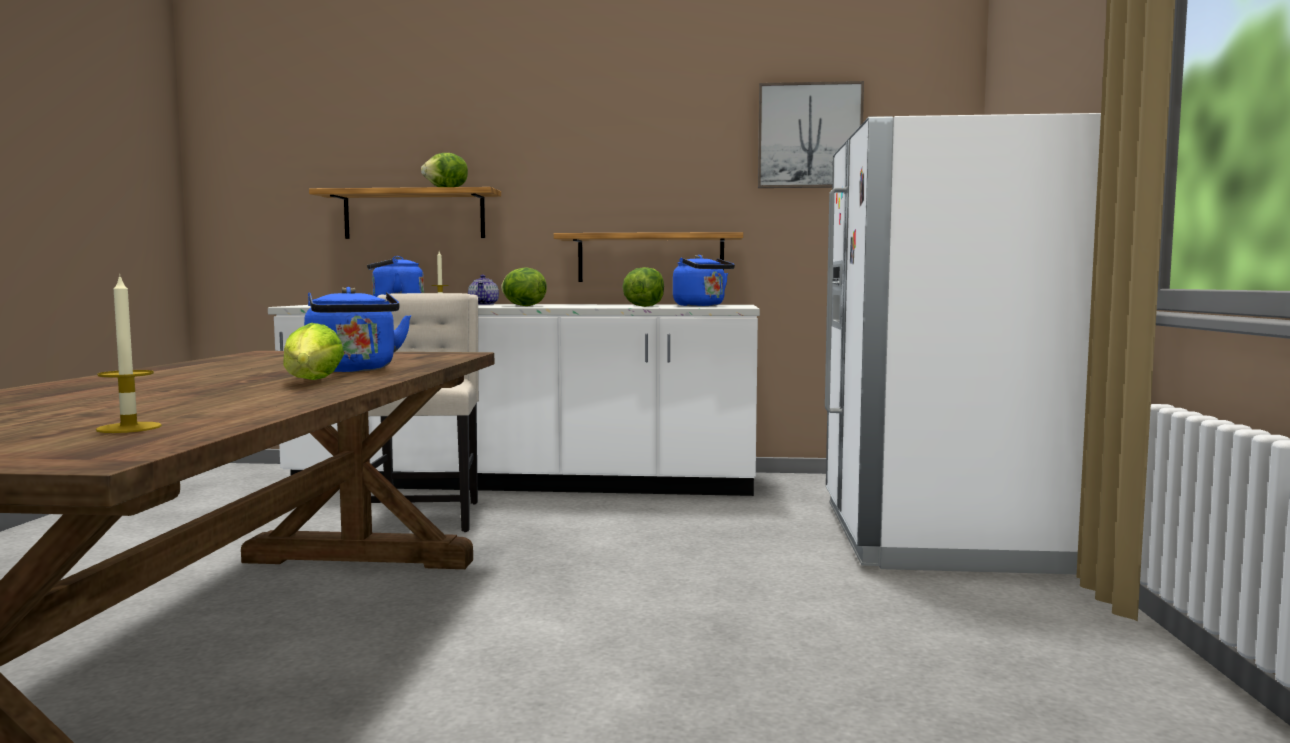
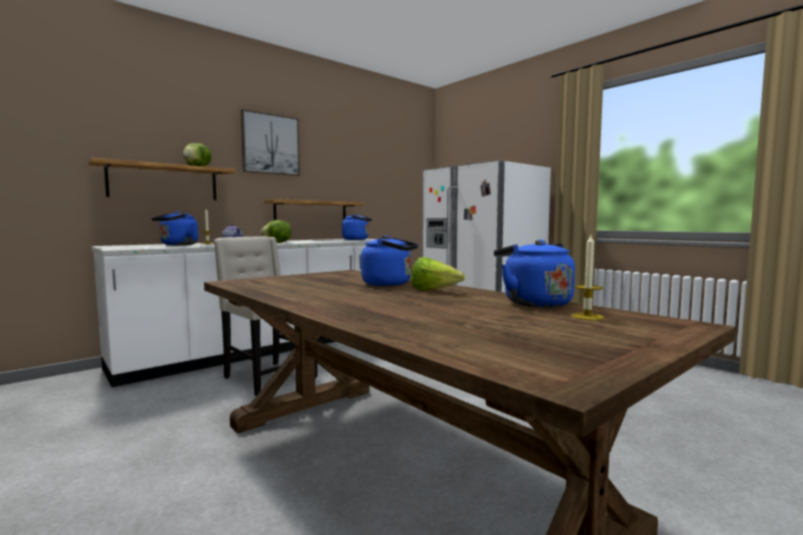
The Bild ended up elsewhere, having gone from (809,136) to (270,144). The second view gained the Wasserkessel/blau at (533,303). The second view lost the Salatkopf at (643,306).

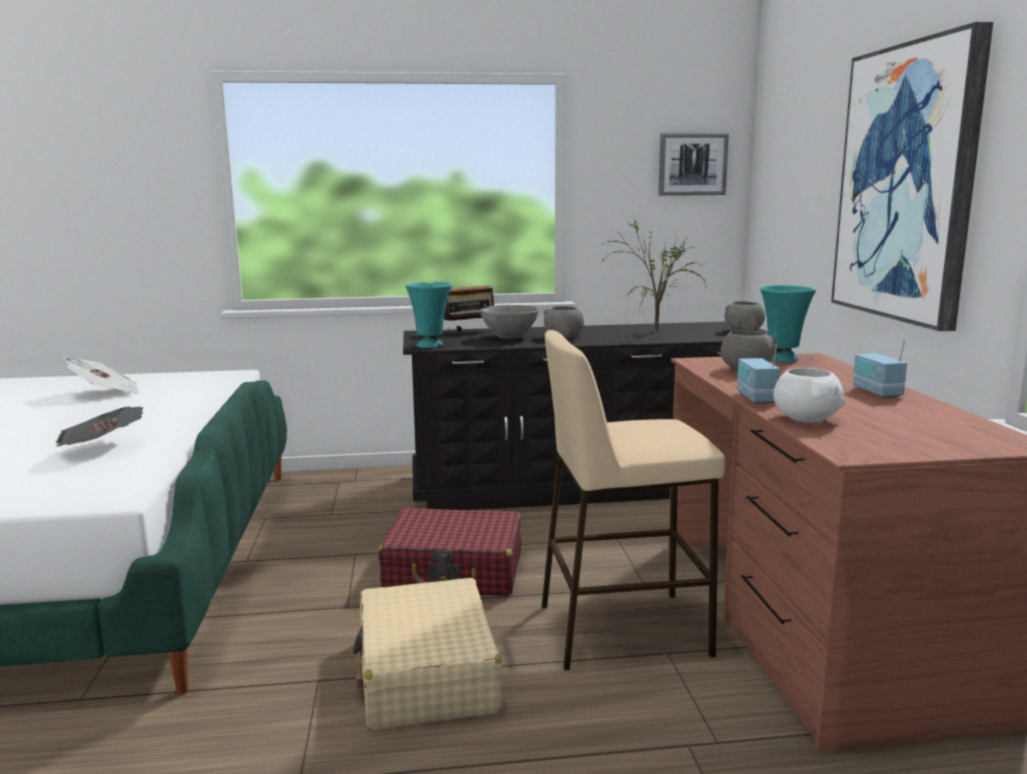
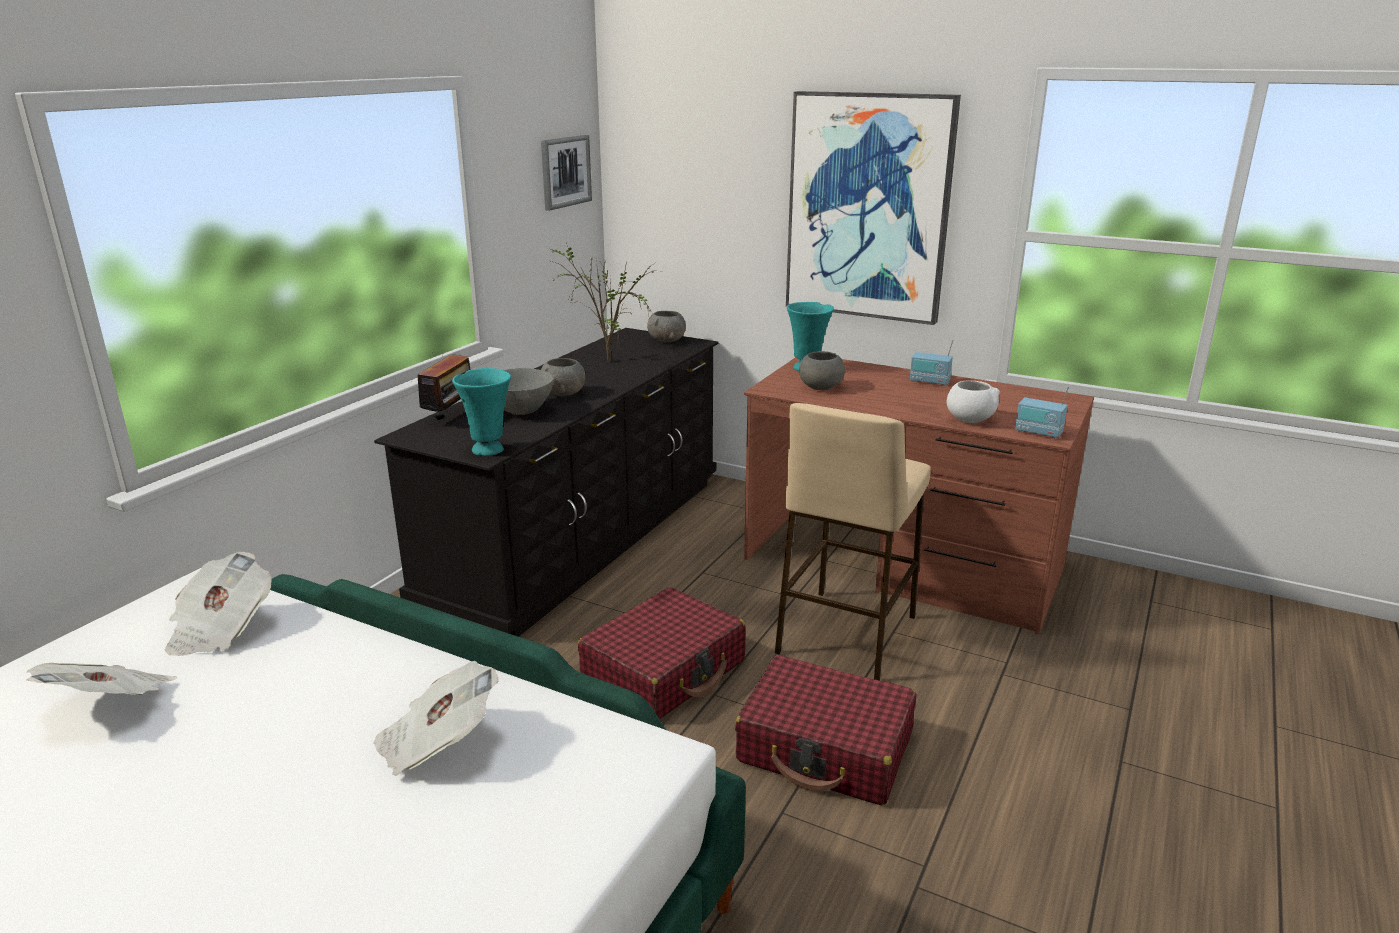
The second view gained the Zeitung at (220,629). What was the Koffer/beige at (427,674) turned into the Koffer/rot at (825,748). The Radio ended up elsewhere, having gone from (755,398) to (1038,432).

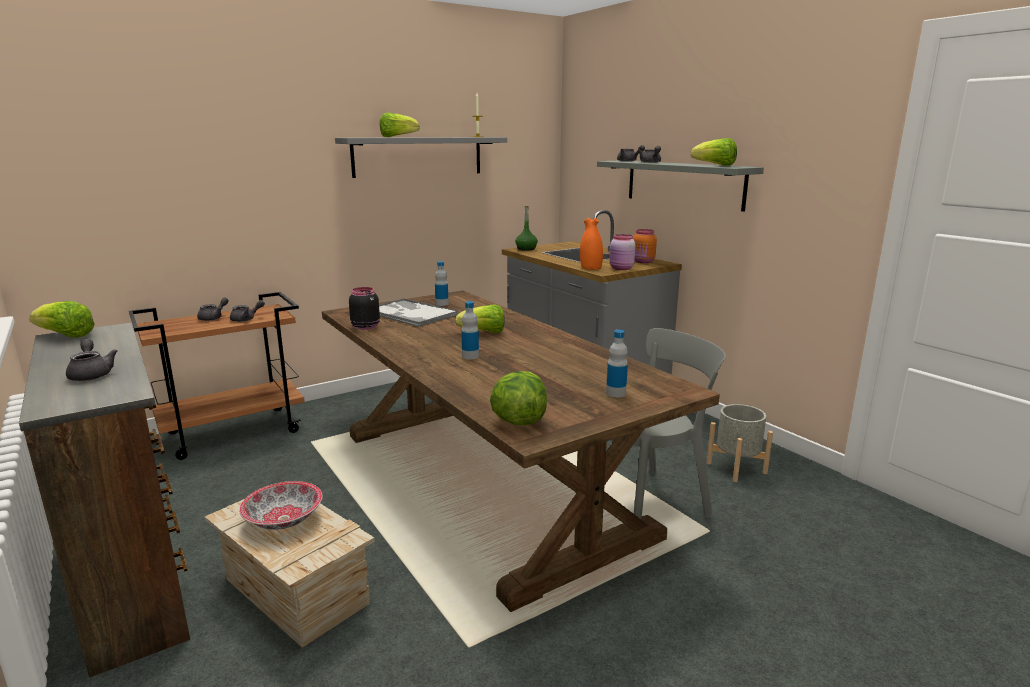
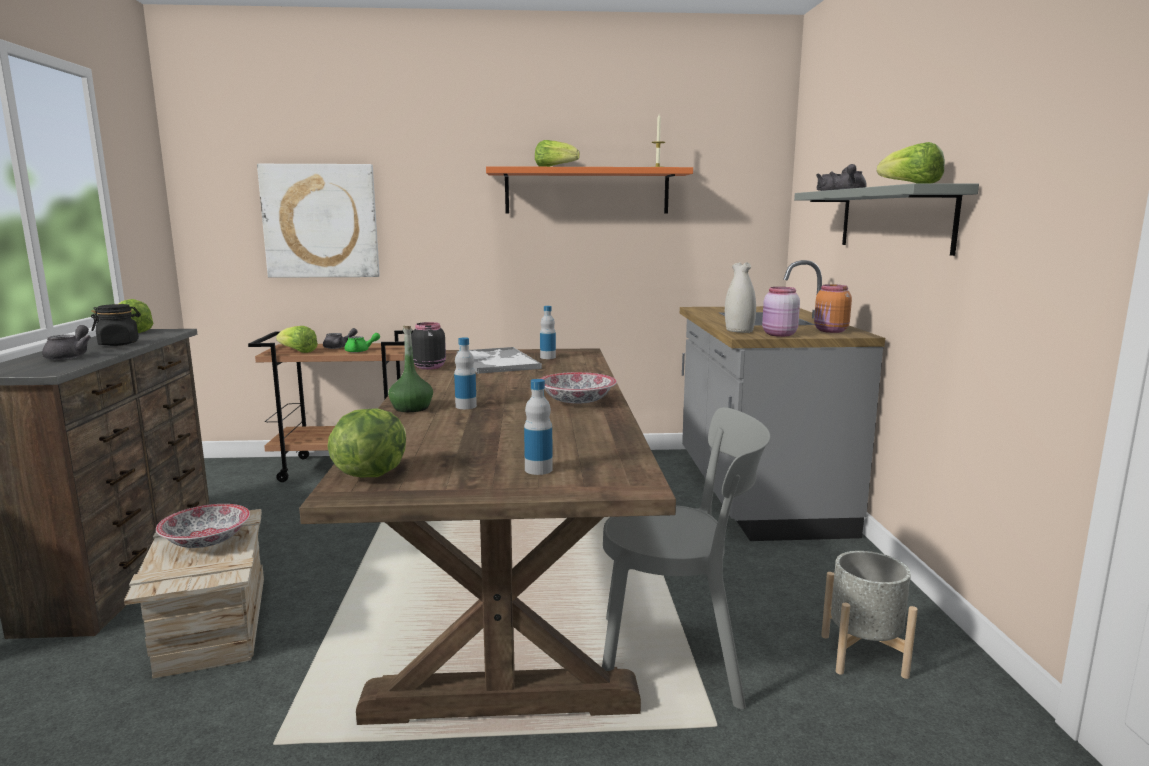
The second view gained the Vorratsglas/schwarz at (119,344). The second view gained the Bild at (320,221). The Salatkopf ended up elsewhere, having gone from (483,332) to (297,351). What was the Teekanne/grau at (246,319) turned into the Teekanne/grün at (360,351). The Flasche/grün ended up elsewhere, having gone from (526,249) to (411,408). What was the Wandregal/grau at (418,156) turned into the Wandregal/orange at (587,191). The second view gained the Schüssel at (576,401). What was the Vase/orange at (590,268) turned into the Vase/weiß at (739,330).

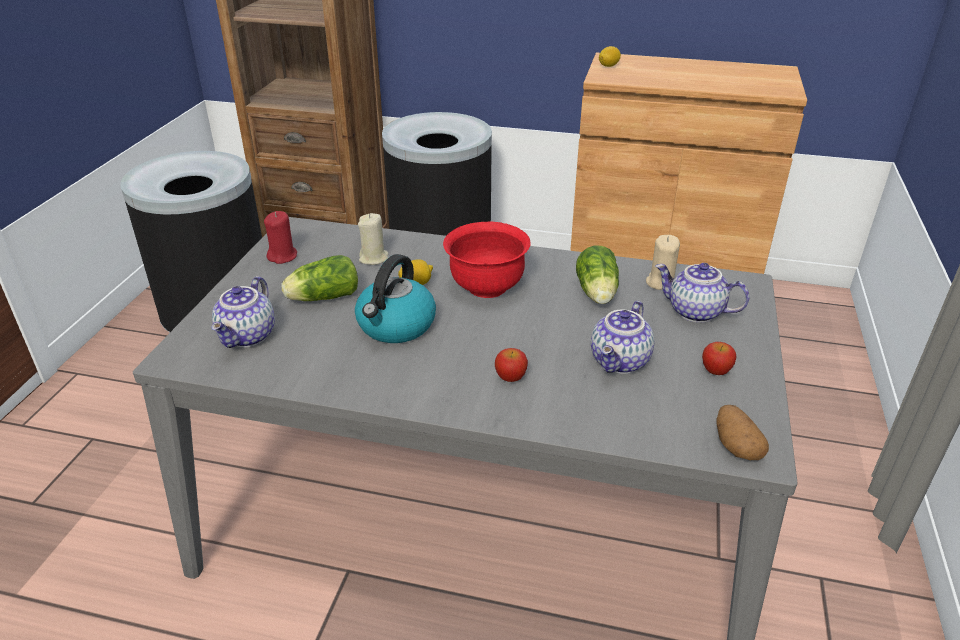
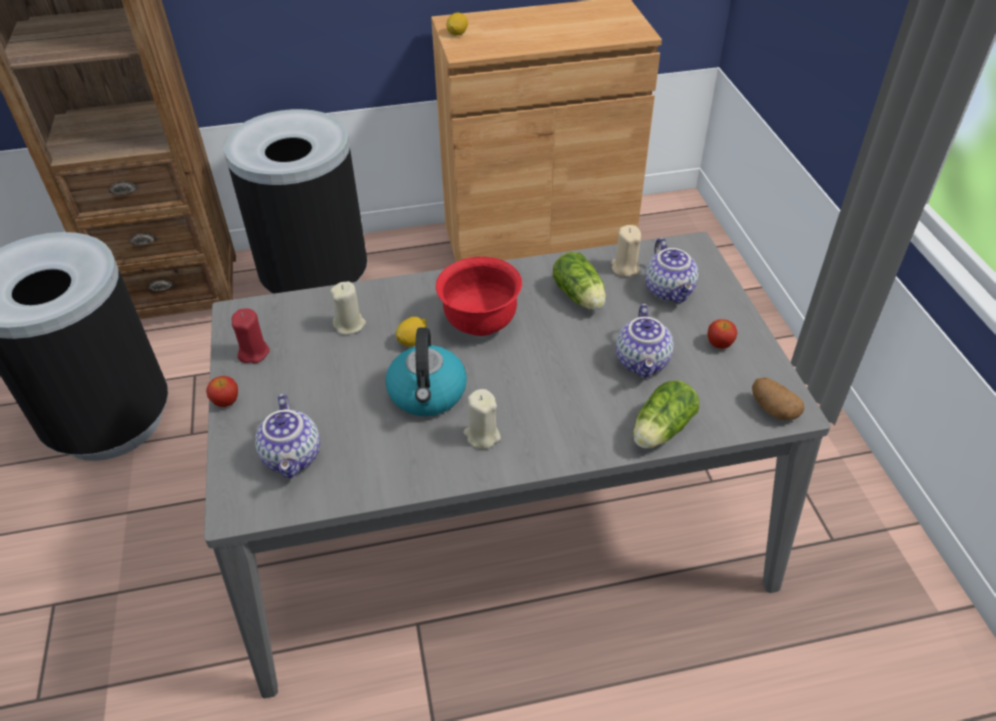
The Apfel ended up elsewhere, having gone from (511,377) to (226,401). The second view gained the Kerze/beige at (482,435). The Salatkopf ended up elsewhere, having gone from (321,298) to (660,431). The Teekanne at (694,312) ended up facing another way, 105 degrees counterclockwise from before.

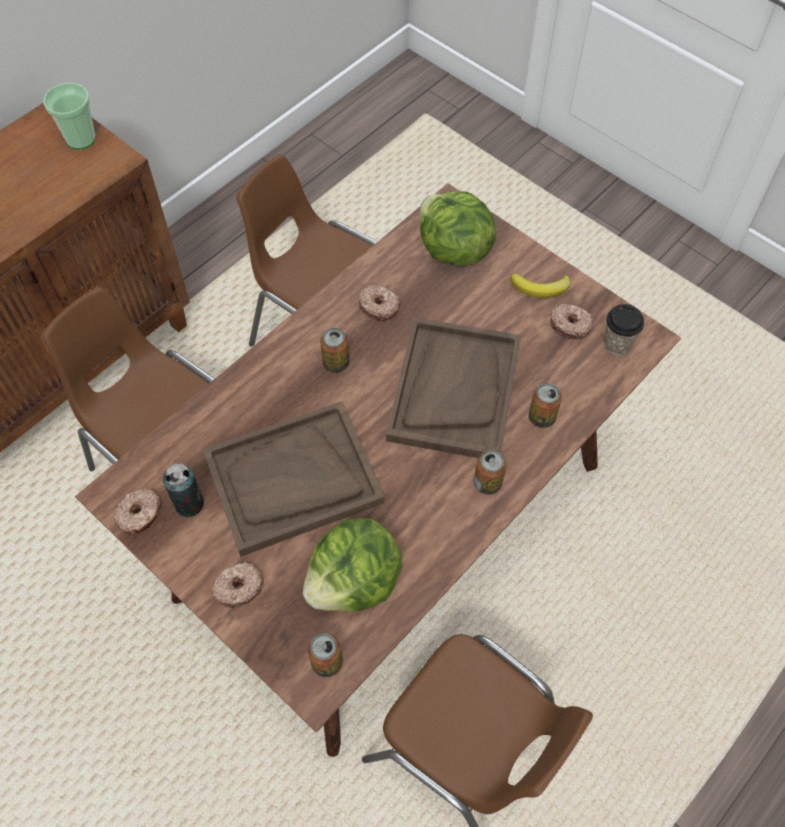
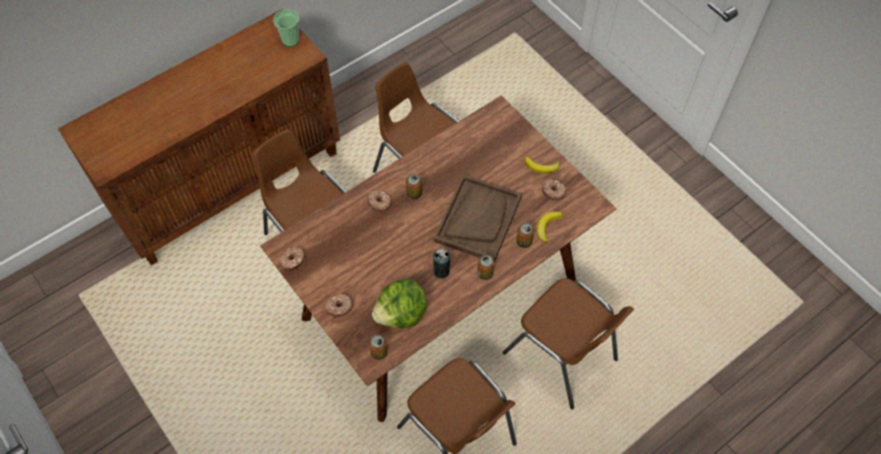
The Donut ended up elsewhere, having gone from (379,306) to (379,202). The Dose ended up elsewhere, having gone from (189,504) to (441,271). The second view gained the Stuhl/braun at (561,356). The second view gained the Banane at (547,226). The second view lost the Tablett/braun at (293,480). The second view lost the Salatkopf at (453,250). The second view lost the Tasse at (617,343).

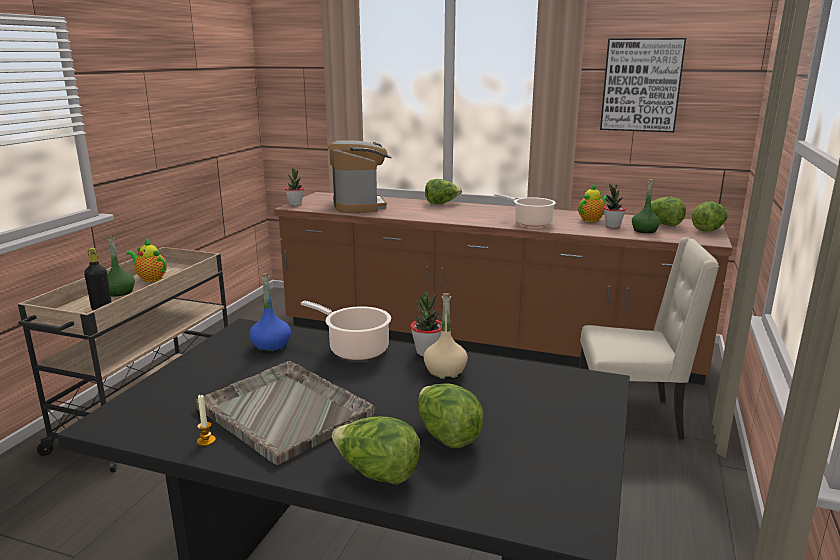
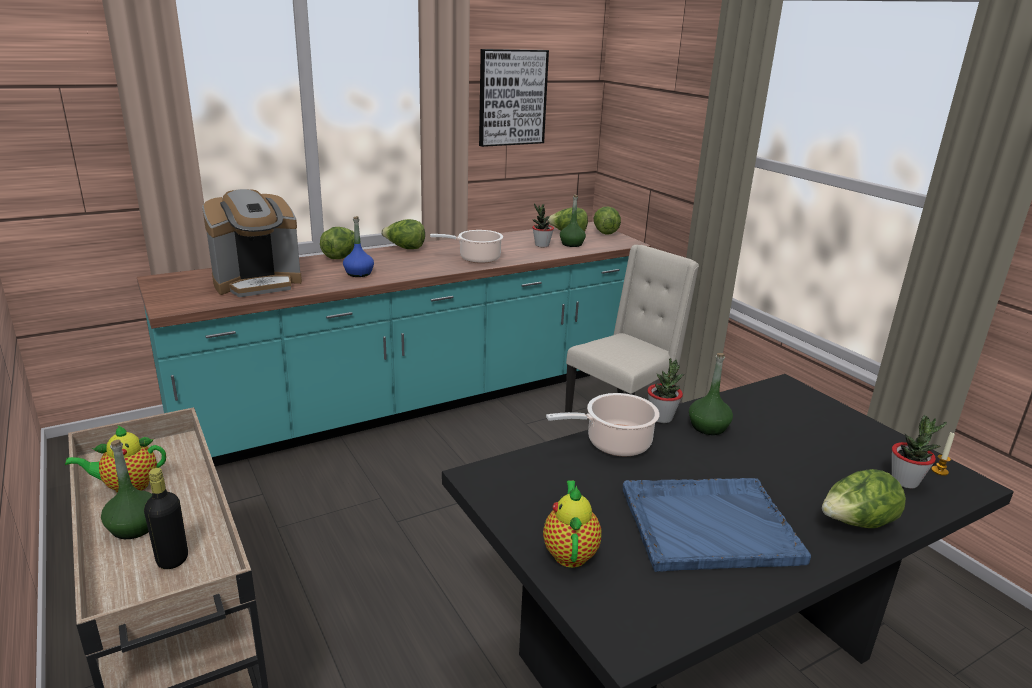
What was the Küchenzeile/braun at (484,342) turned into the Küchenzeile/türkis at (423,400). The Kaffeemaschine at (359,206) ended up facing another way, 120 degrees clockwise from before. The Flasche/blau ended up elsewhere, having gone from (271,346) to (359,273). The Salatkopf ended up elsewhere, having gone from (447,436) to (404,248). The Teekanne ended up elsewhere, having gone from (591,220) to (570,552). What was the Tablett/grau at (284,411) turned into the Tablett/blau at (707,525). What was the Flasche/beige at (445,371) turned into the Flasche/grün at (708,427). The Topfpflanze ended up elsewhere, having gone from (295,204) to (905,481). The Kerze ended up elsewhere, having gone from (206,441) to (939,471).

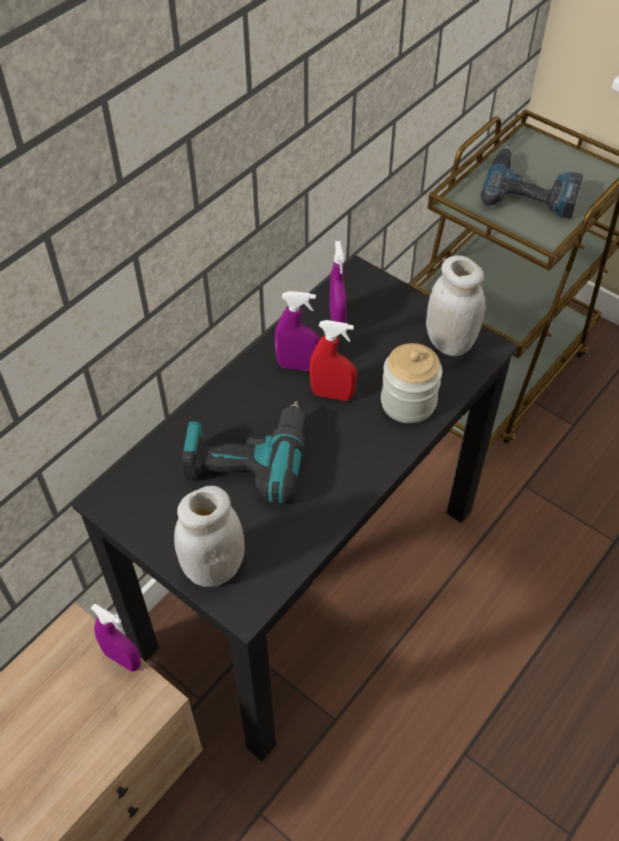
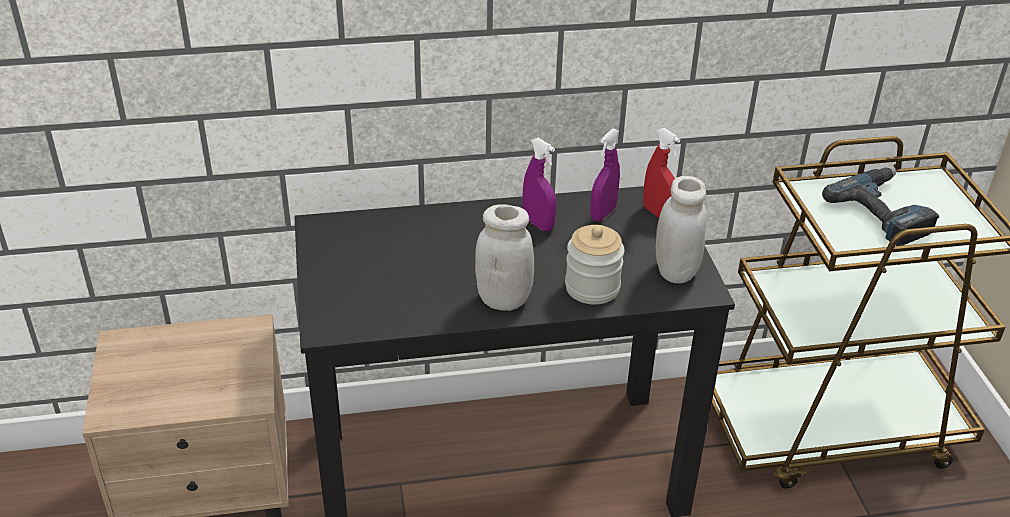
The Vorratsglas/weiß ended up elsewhere, having gone from (213,568) to (503,300). The Sprühflasche/rot ended up elsewhere, having gone from (332,394) to (657,213). The second view lost the Sprühflasche/lila at (122,659). The second view lost the Bohrmaschine at (247,458).

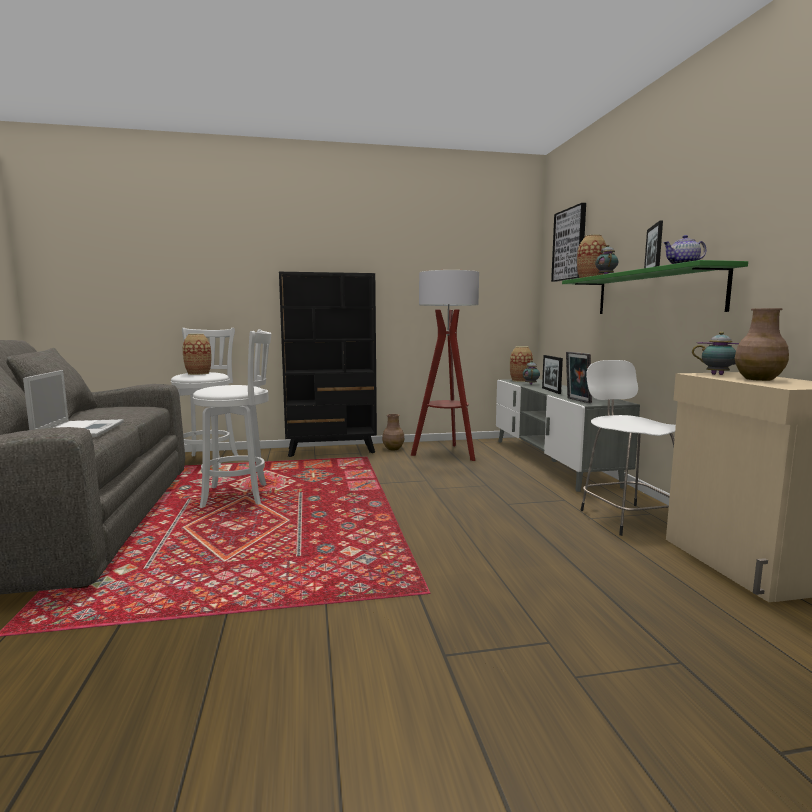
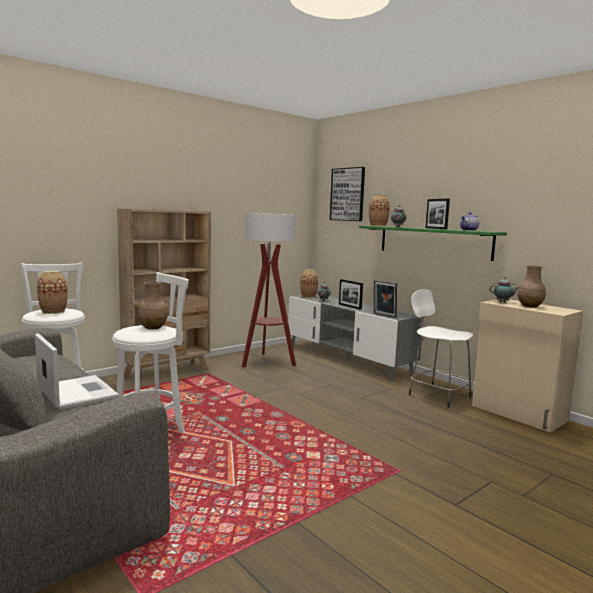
What was the Bücherregal/schwarz at (332,450) turned into the Bücherregal/beige at (168,371). The Vase/braun ended up elsewhere, having gone from (393,449) to (152,327).

